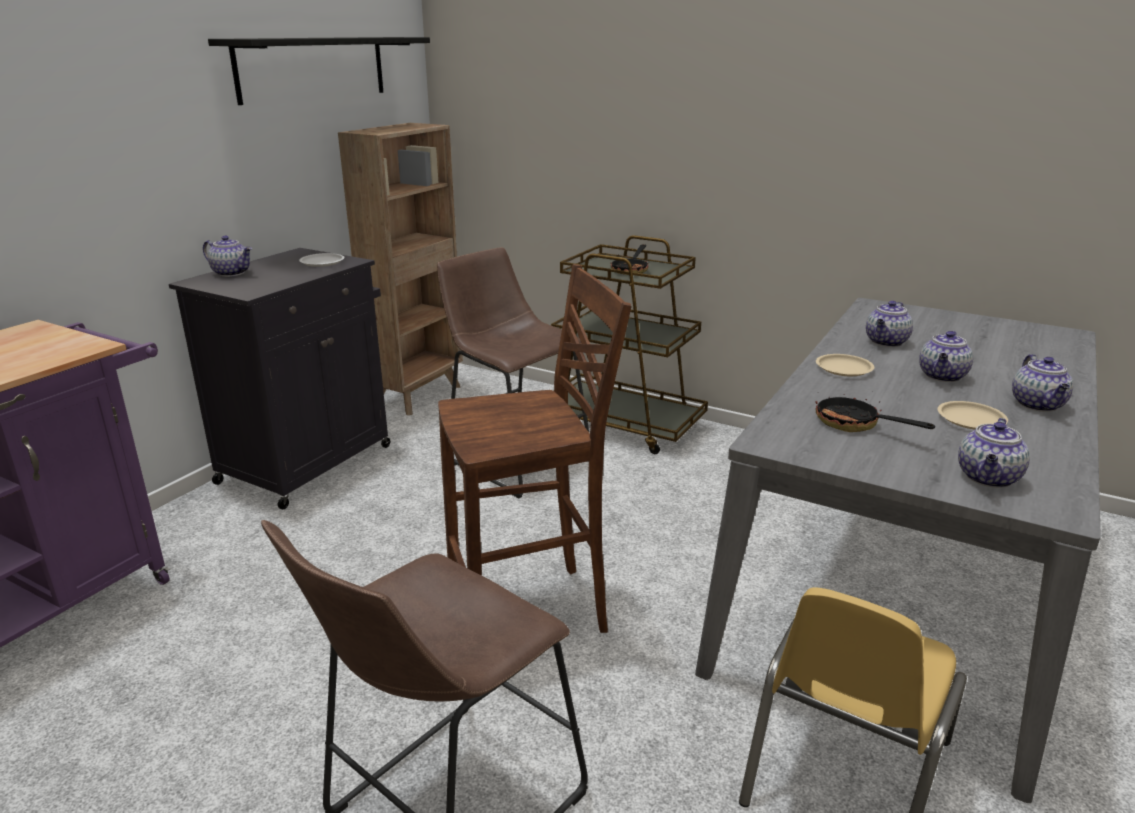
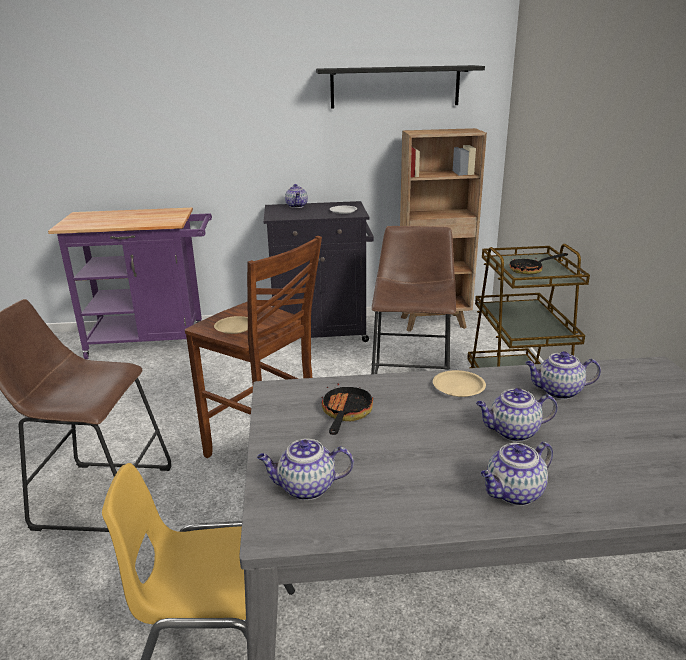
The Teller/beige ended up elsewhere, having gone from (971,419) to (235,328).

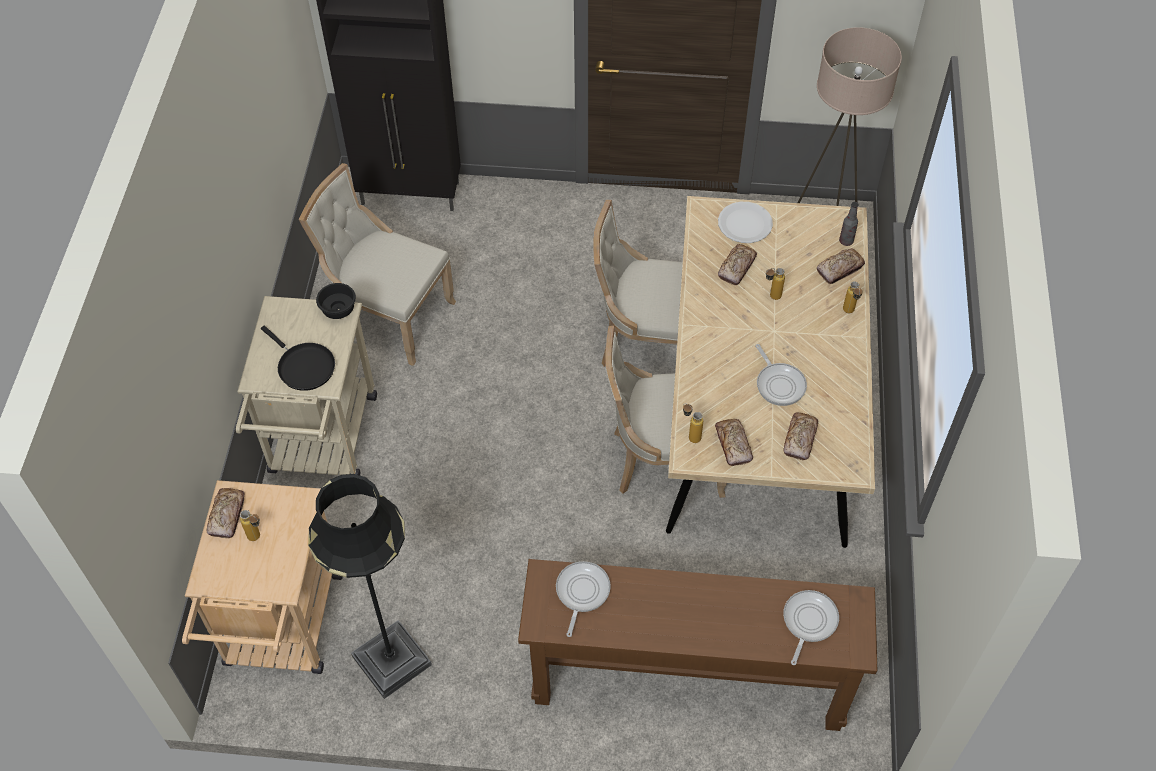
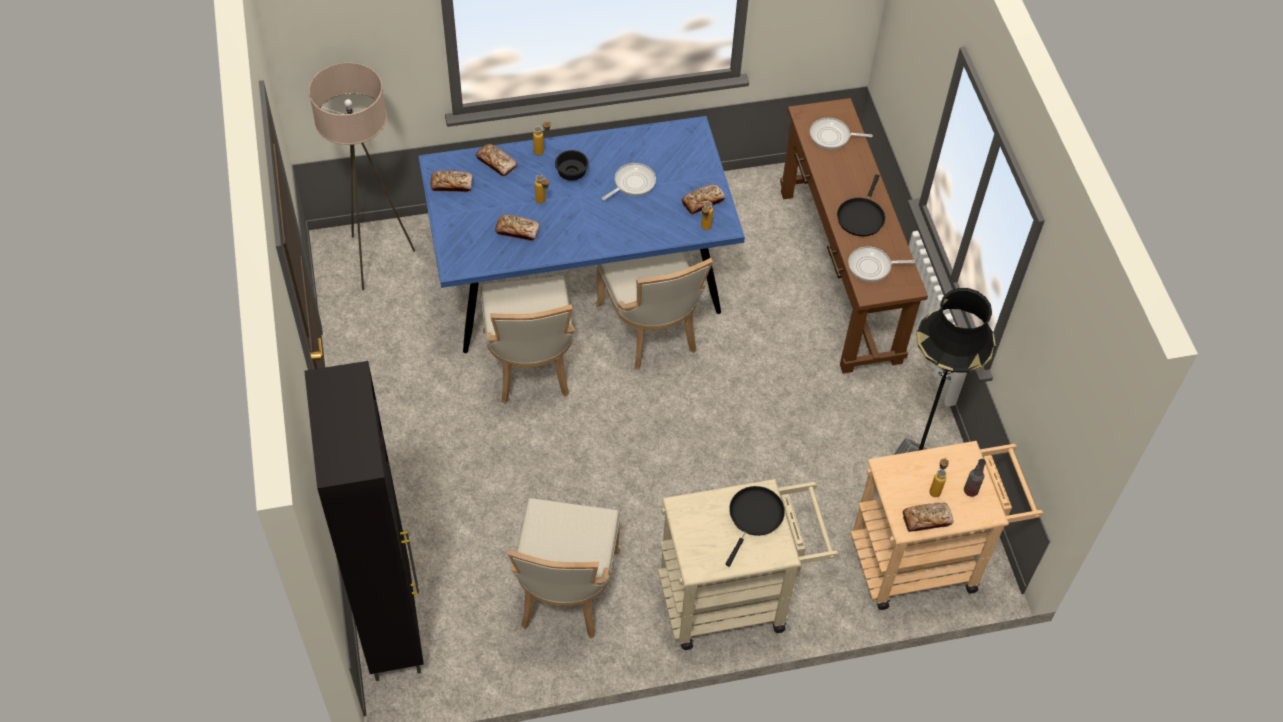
What was the Esstisch/beige at (760,414) turned into the Esstisch/blau at (580,272). The Brot ended up elsewhere, having gone from (800,439) to (452,184). The Schüssel/schwarz ended up elsewhere, having gone from (339,309) to (571,172). The second view gained the Pfanne/schwarz at (861,216). The Flasche ended up elsewhere, having gone from (846,241) to (970,491). The second view lost the Teller/weiß at (744,224).

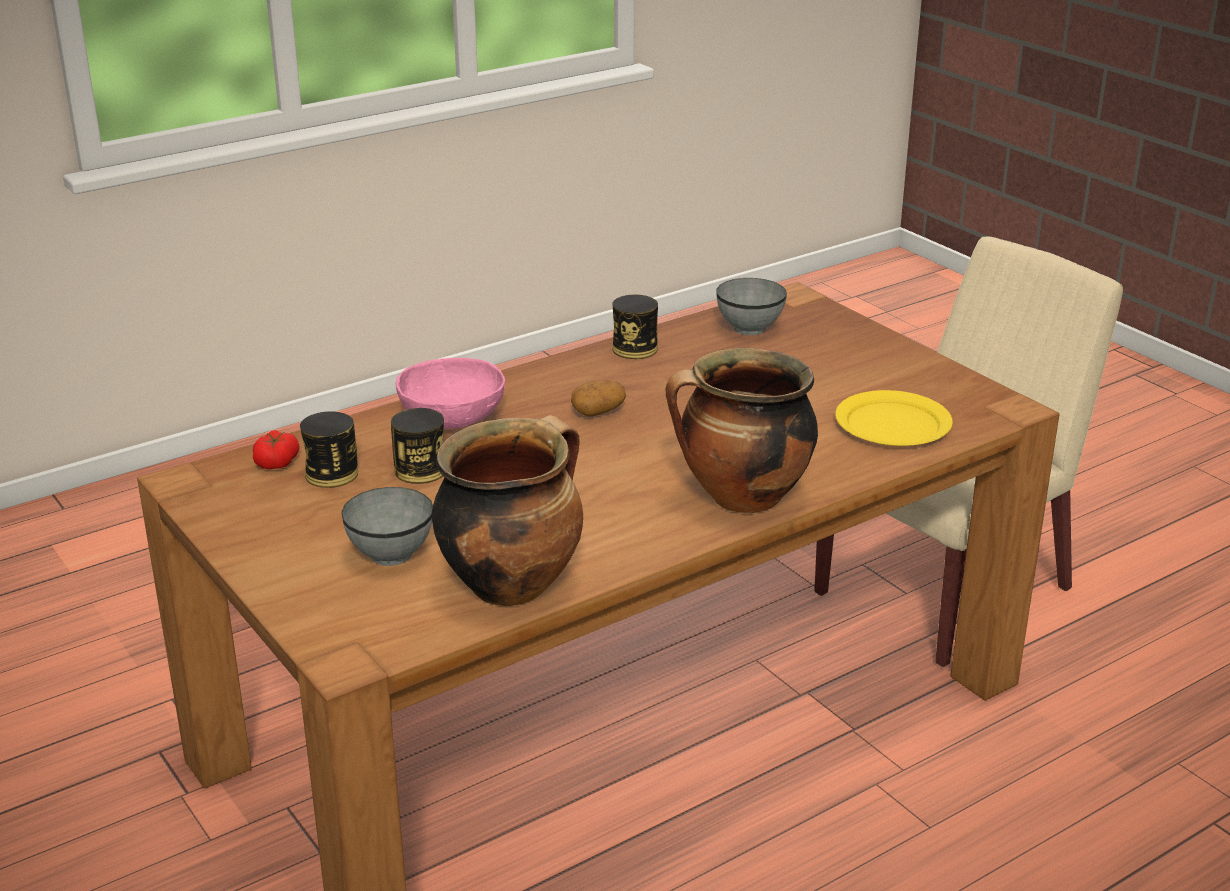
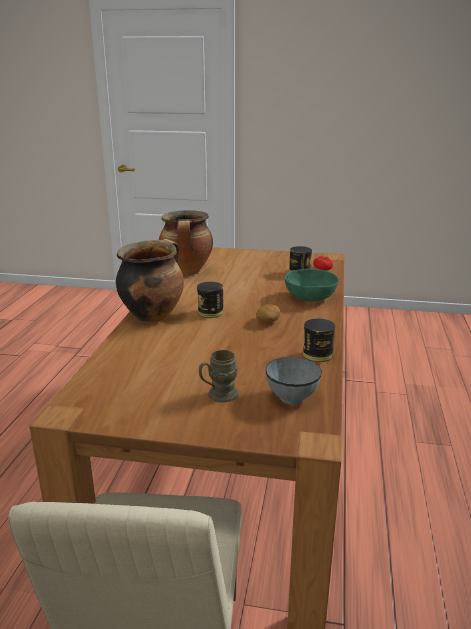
The Dose ended up elsewhere, having gone from (420,470) to (210,312). The second view gained the Henkelbecher/braun at (218,396). What was the Schüssel/rosa at (452,419) turned into the Schüssel/grün at (309,297). The second view lost the Schüssel/grau at (390,555). The second view lost the Teller/gelb at (892,424).

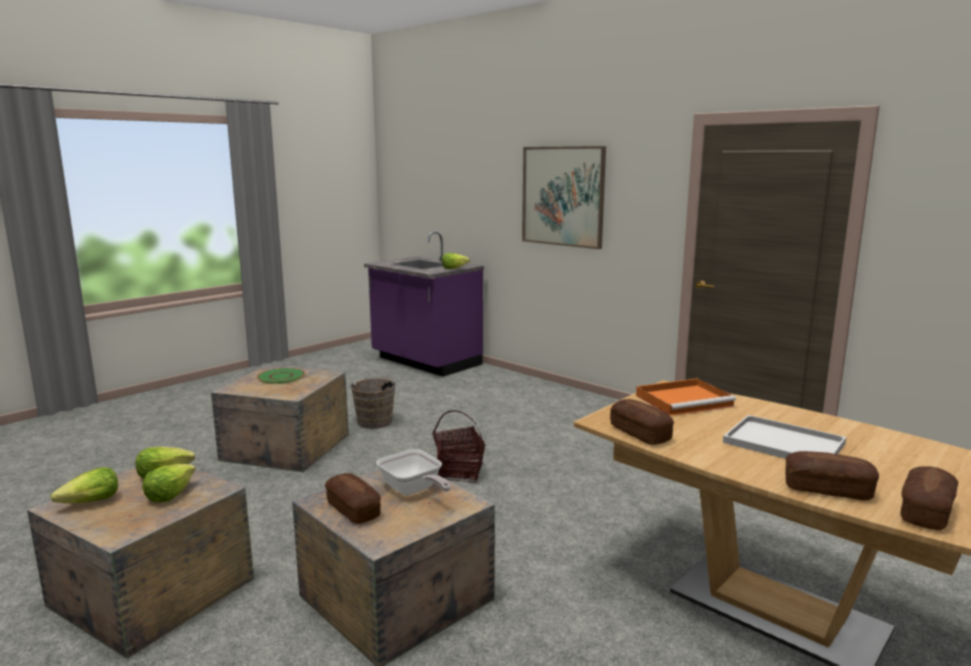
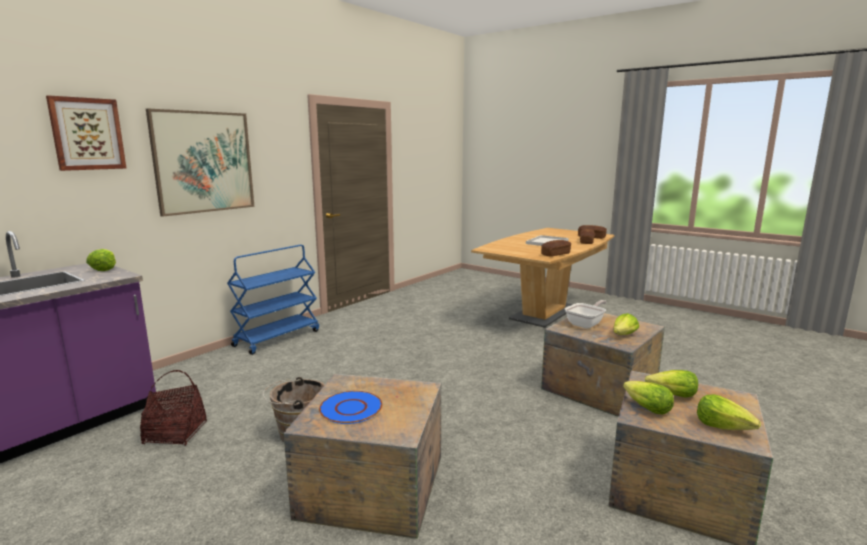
The second view gained the Bild at (87,134). The Korb ended up elsewhere, having gone from (458,472) to (175,433). The second view gained the Rollwagen/blau at (277,338). What was the Teller/grün at (281,377) turned into the Teller/blau at (350,408). Where the Brot stood at (353,509), the Salatkopf came to stand at (624,335). The second view lost the Tablett/orange at (685,400).

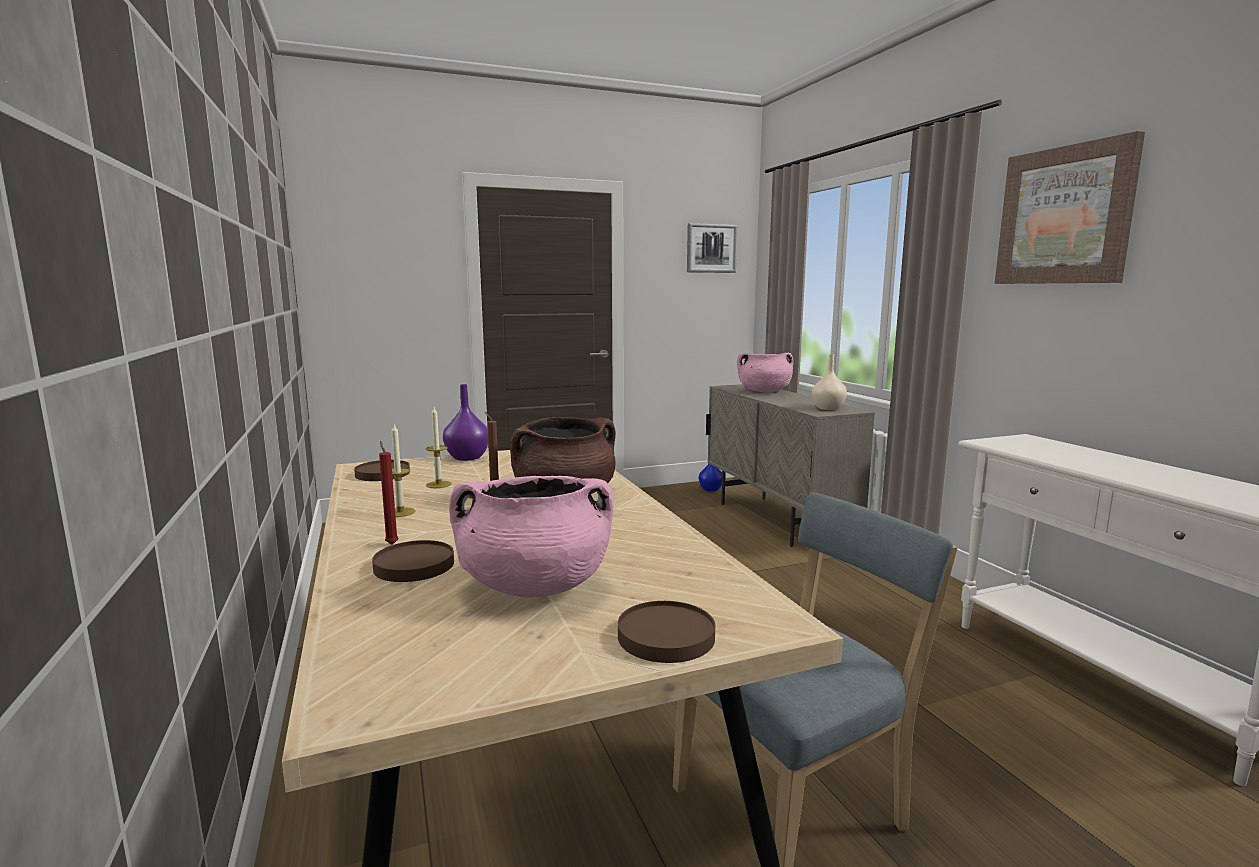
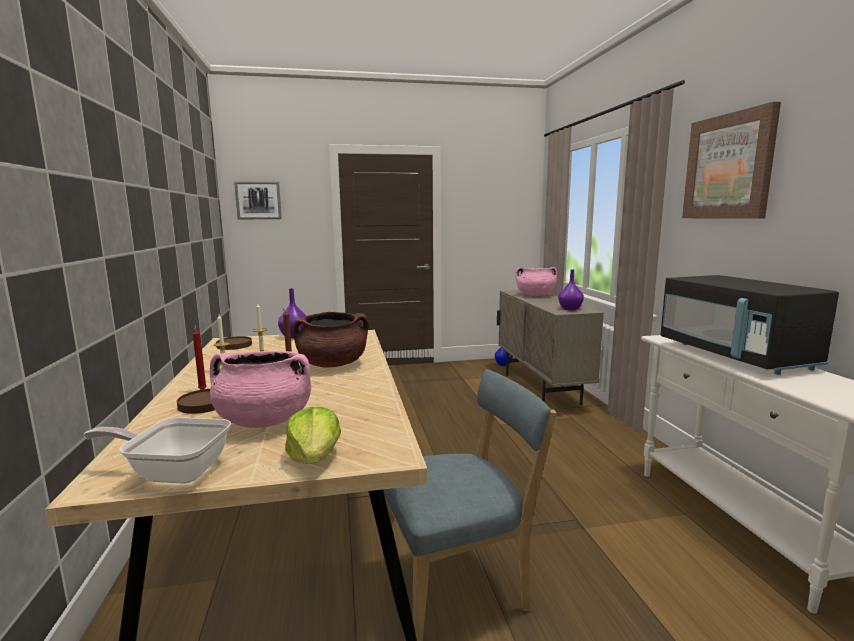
The second view gained the Pfanne at (173,471). The Bild ended up elsewhere, having gone from (711,248) to (258,200). Where the Teller/braun stood at (666,636), the Salatkopf came to stand at (314,457). What was the Vase/beige at (828,408) turned into the Vase/lila at (570,309). The second view gained the Mikrowelle/schwarz at (734,355).

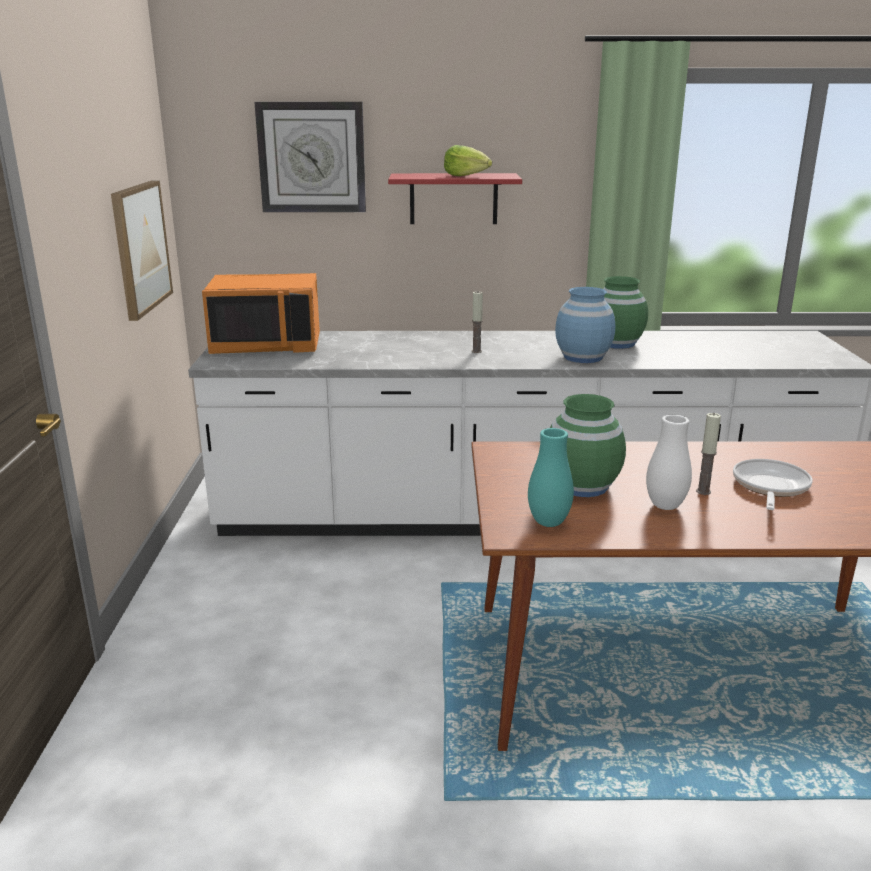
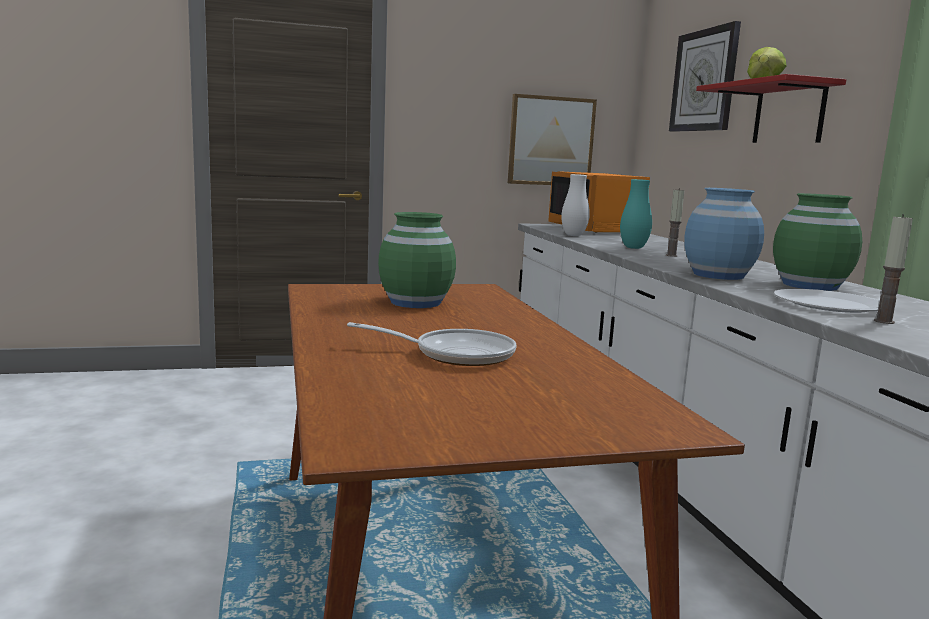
The Vase/weiß ended up elsewhere, having gone from (665,506) to (573,235). The Vase/türkis ended up elsewhere, having gone from (548,523) to (633,248). The second view gained the Teller/weiß at (828,304). The Kerze ended up elsewhere, having gone from (703,491) to (884,321).

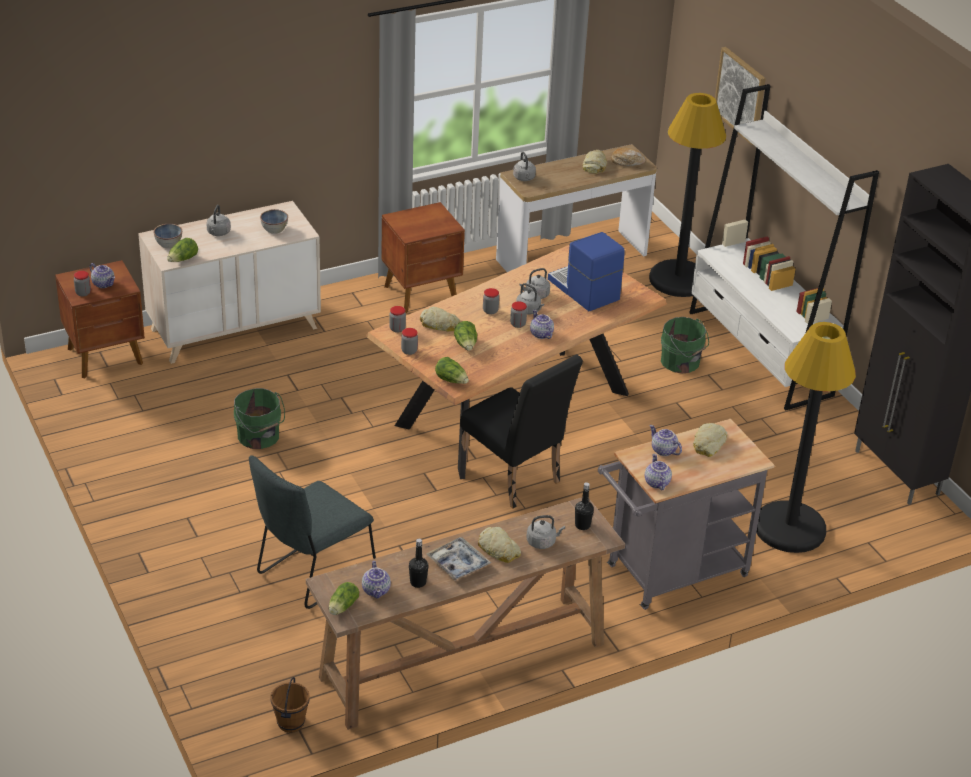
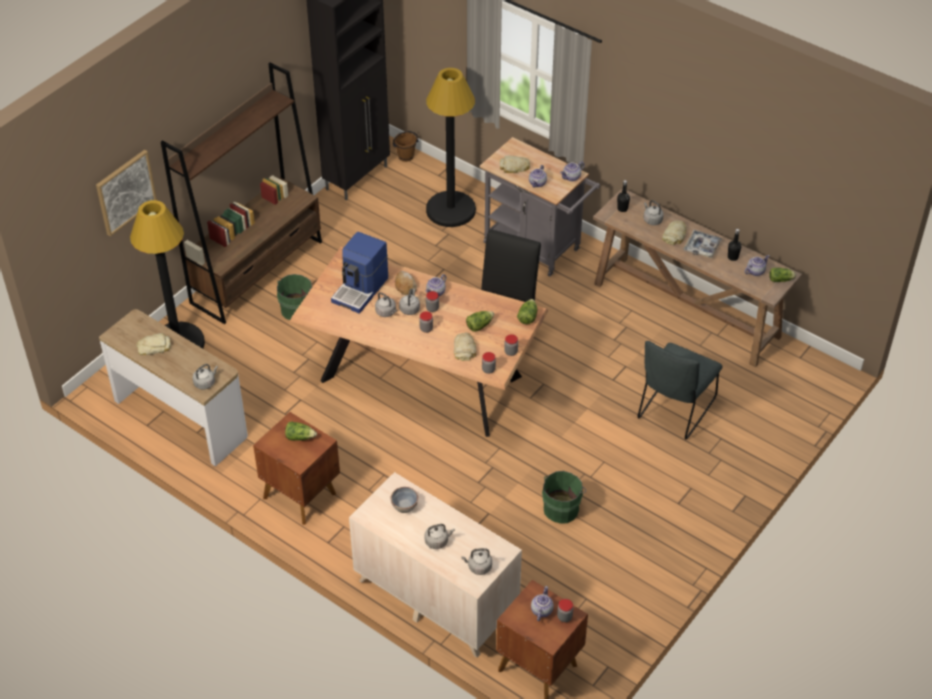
What was the Bücherregal/weiß at (759,354) turned into the Bücherregal/braun at (257,272). The Salatkopf ended up elsewhere, having gone from (183,259) to (300,437). The Eimer/braun ended up elsewhere, having gone from (291,723) to (405,156). The Brot ended up elsewhere, having gone from (627,162) to (405,286). Where the Schüssel stood at (168,243), the Wasserkessel/grau came to stand at (478,567). The Stuhl/grau at (312,573) ended up facing another way, 105 degrees clockwise from before.

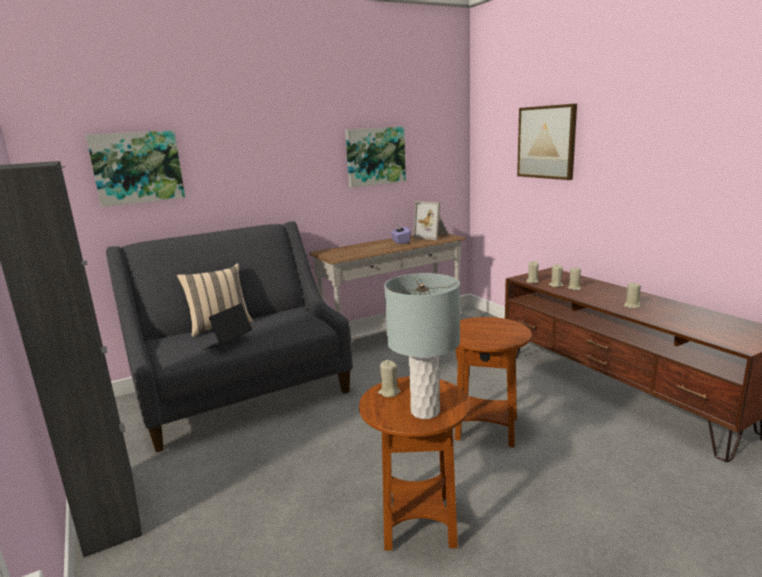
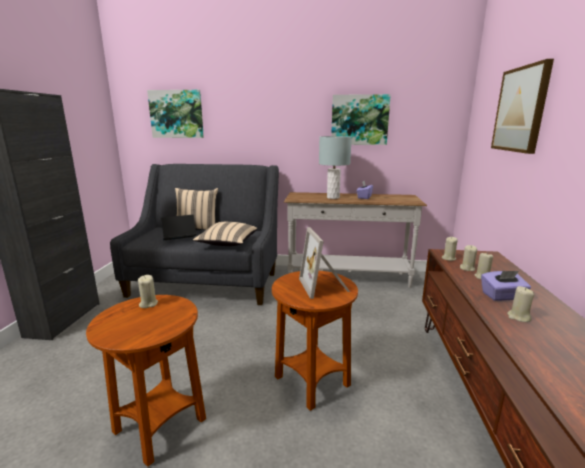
The second view gained the Kissen/beige at (227,244). The Bilderrahmen ended up elsewhere, having gone from (432,236) to (325,286). The Tischlampe/grau ended up elsewhere, having gone from (425,412) to (333,197). The second view gained the Taschentuchbox/lila at (502,296).

